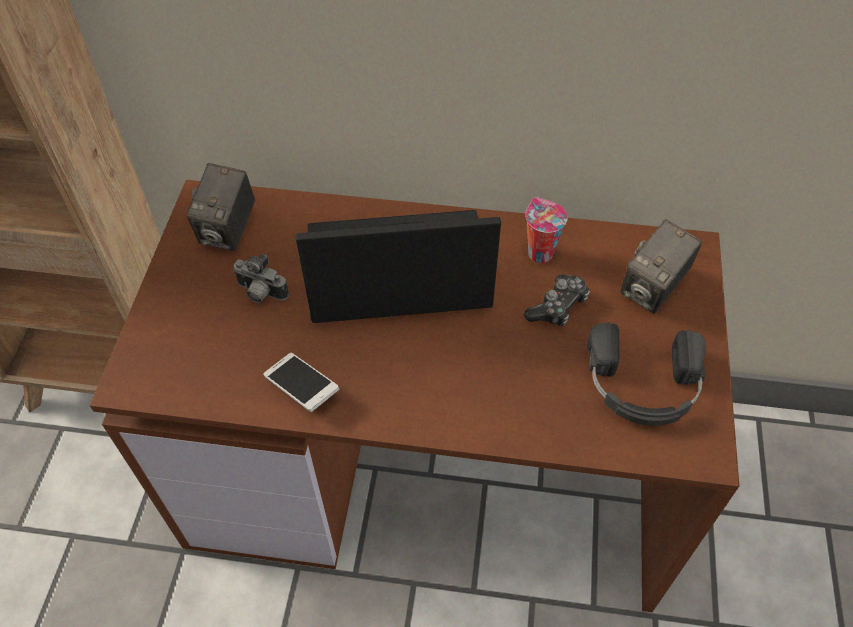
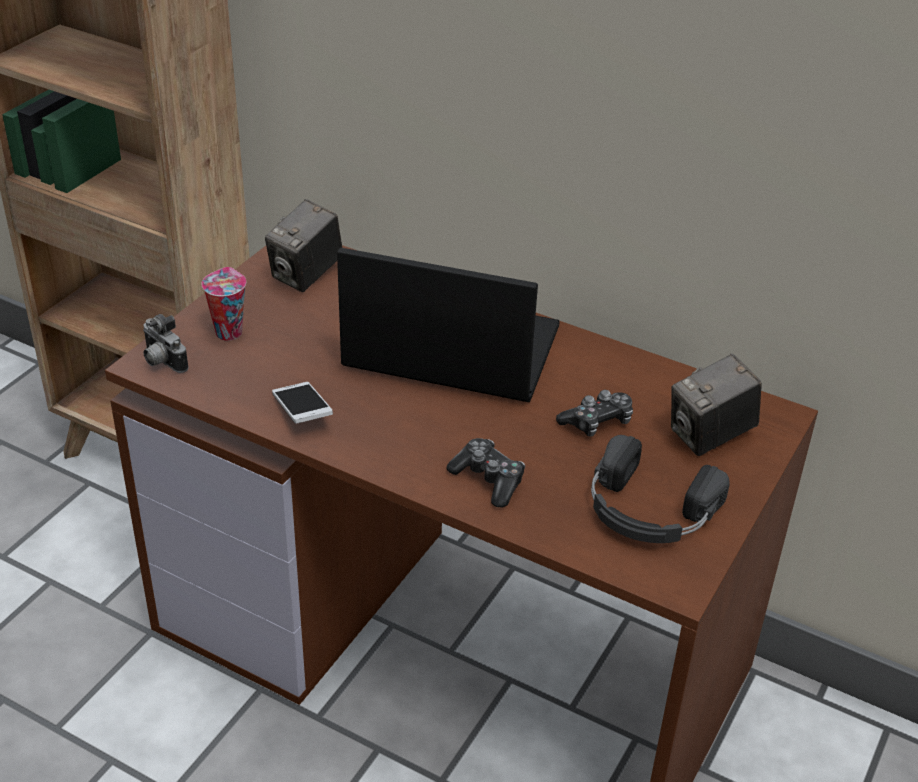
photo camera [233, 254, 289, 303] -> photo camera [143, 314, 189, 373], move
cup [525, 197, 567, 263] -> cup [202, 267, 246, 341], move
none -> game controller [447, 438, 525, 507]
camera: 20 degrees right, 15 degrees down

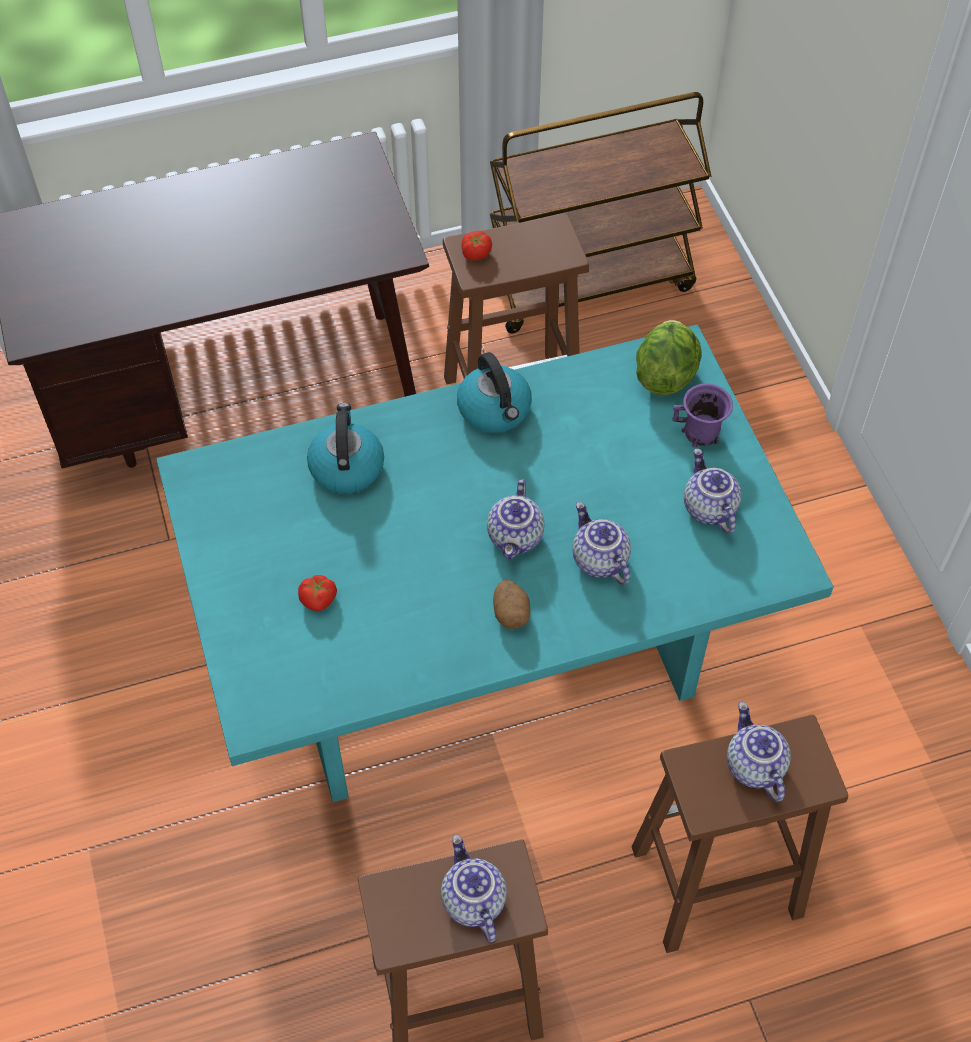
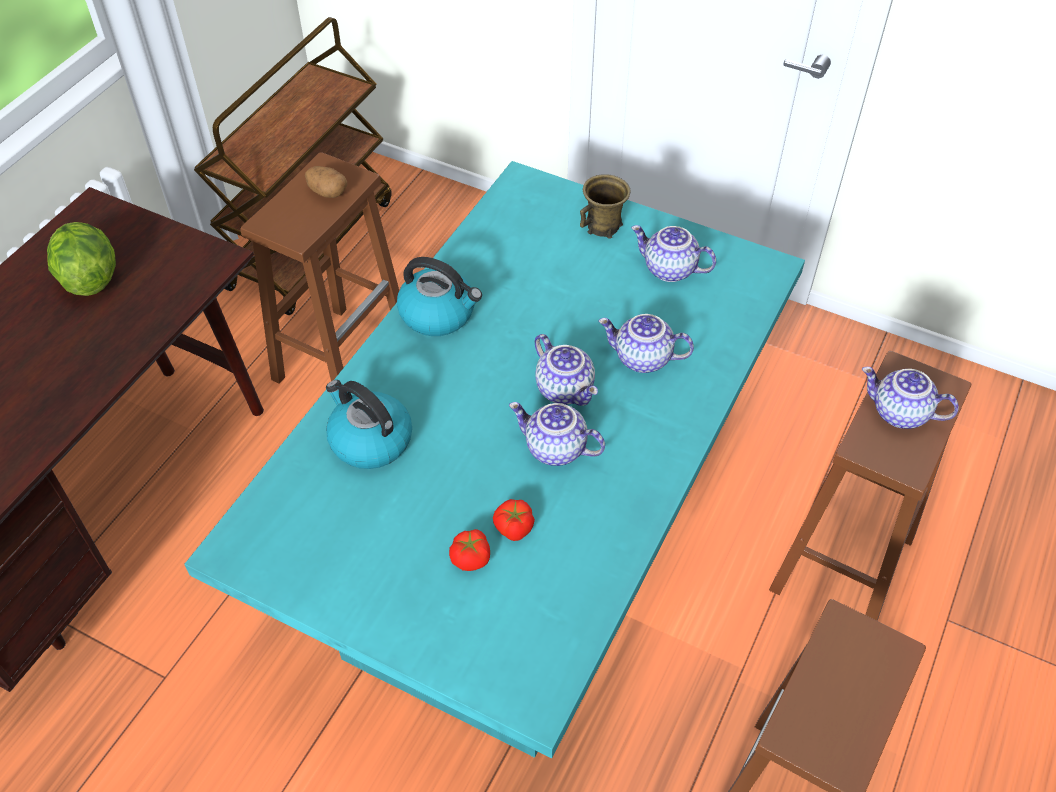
teapot [441, 834, 507, 942] -> teapot [509, 402, 605, 466], move
tomato [461, 231, 492, 260] -> tomato [493, 499, 535, 541], move
potato [493, 580, 530, 629] -> potato [305, 166, 347, 198], move
lettuce [636, 320, 702, 395] -> lettuce [47, 222, 116, 296], move
purple mug [672, 383, 733, 448] -> brown mug [580, 174, 631, 239]
camera: 45 degrees left, 5 degrees down

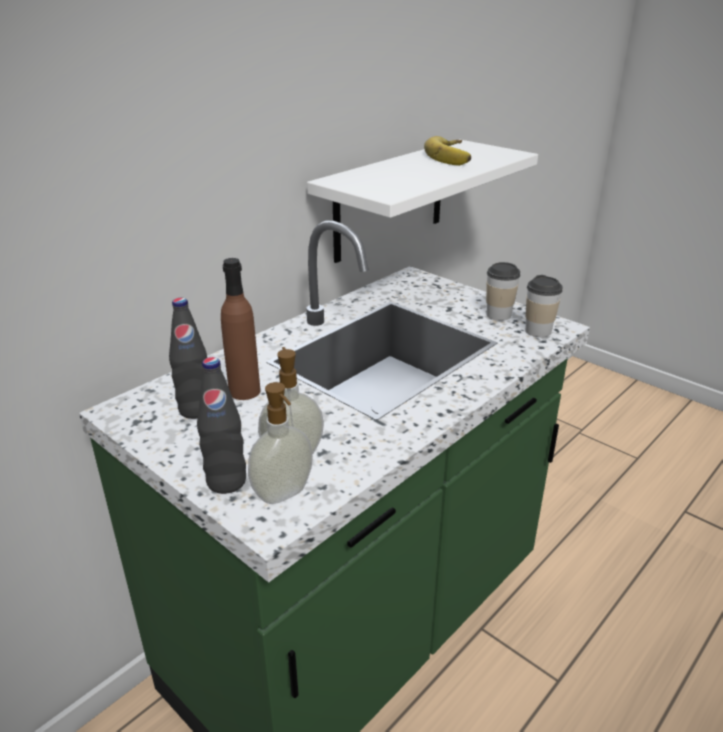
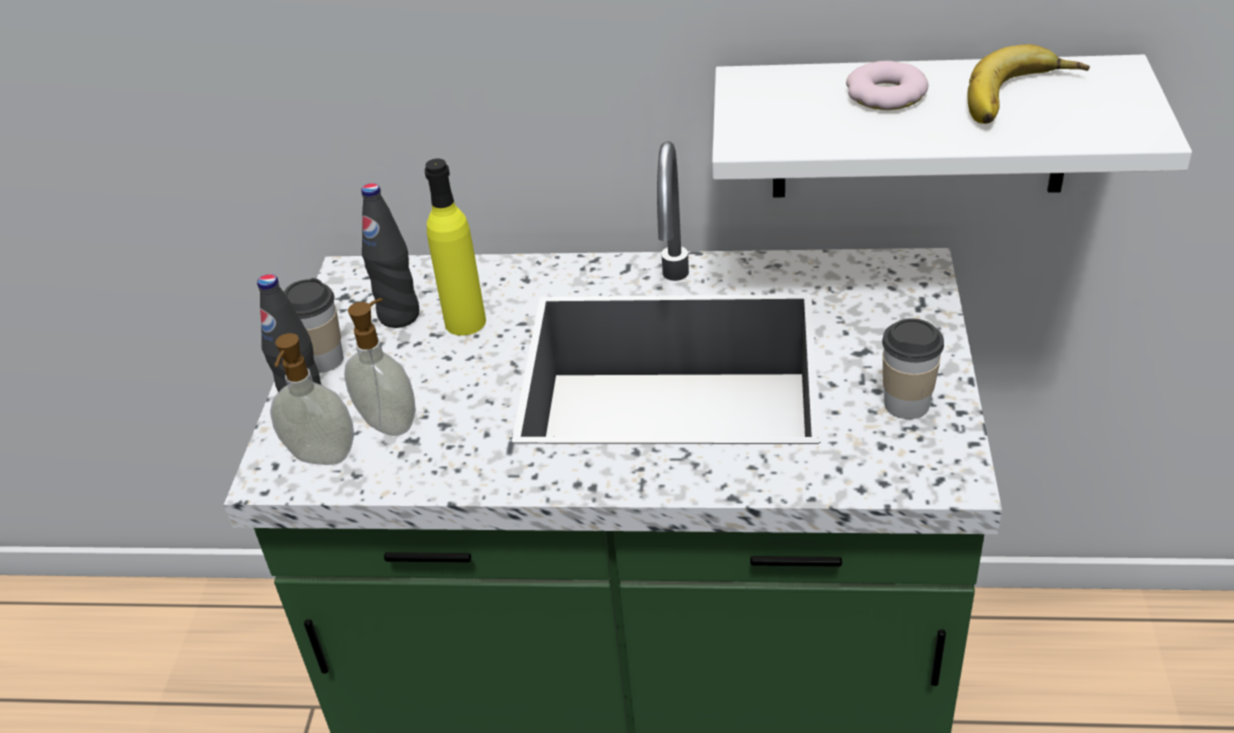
brown bottle [221, 258, 261, 400] -> yellow bottle [424, 158, 486, 336]
cup [525, 275, 563, 337] -> cup [284, 278, 344, 373], move
none -> donut [846, 61, 928, 110]
camera: 55 degrees right, 10 degrees up

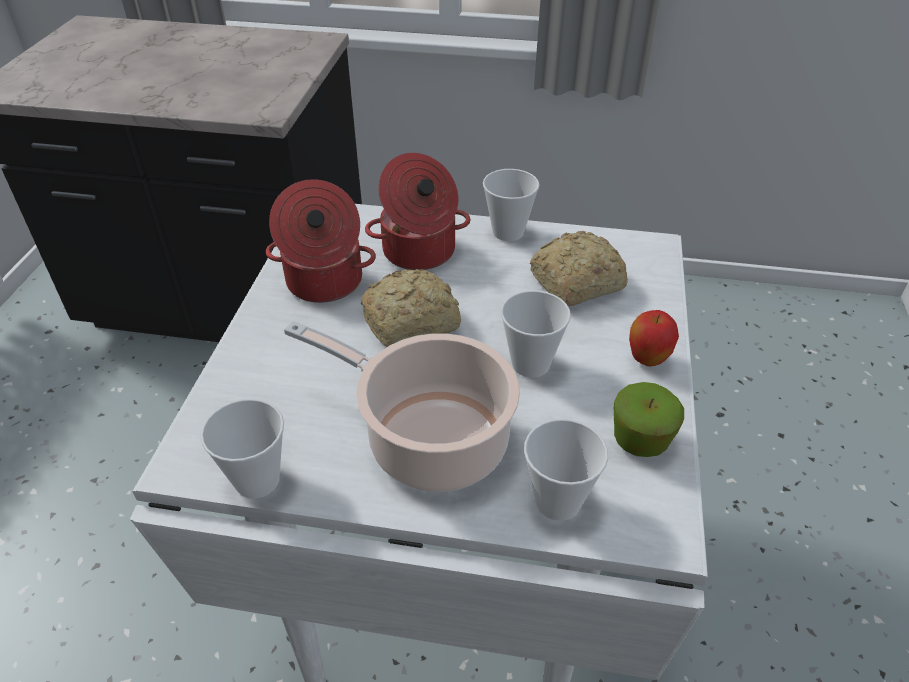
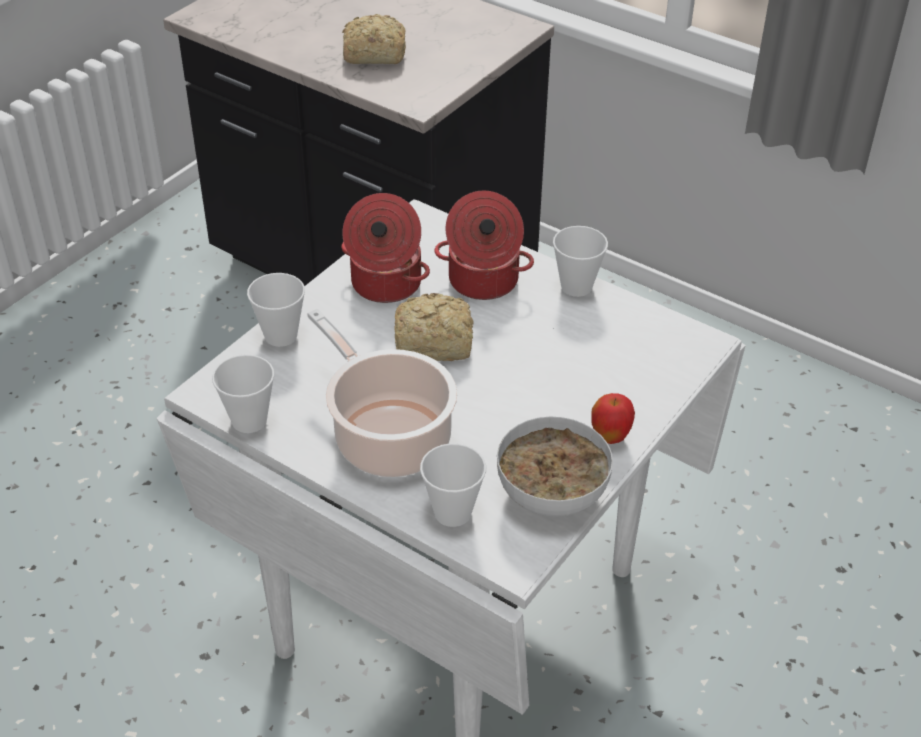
cup [501, 290, 571, 378] -> cup [247, 273, 305, 347], move
bread [530, 231, 628, 306] -> bread [342, 14, 406, 64], move
apple [613, 382, 684, 457] -> bowl [497, 417, 613, 517]
camera: 25 degrees right, 0 degrees up

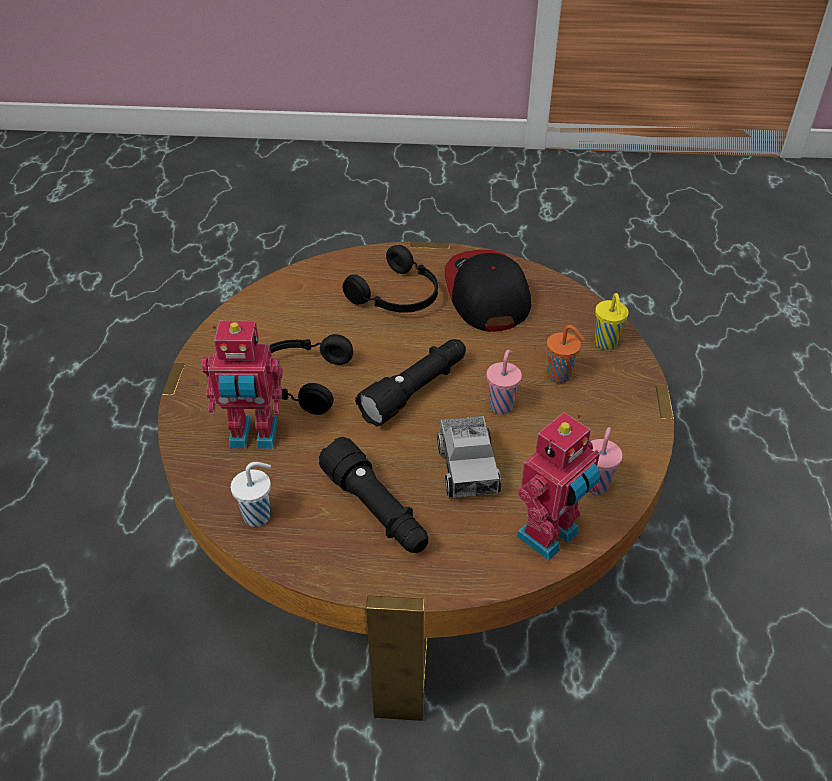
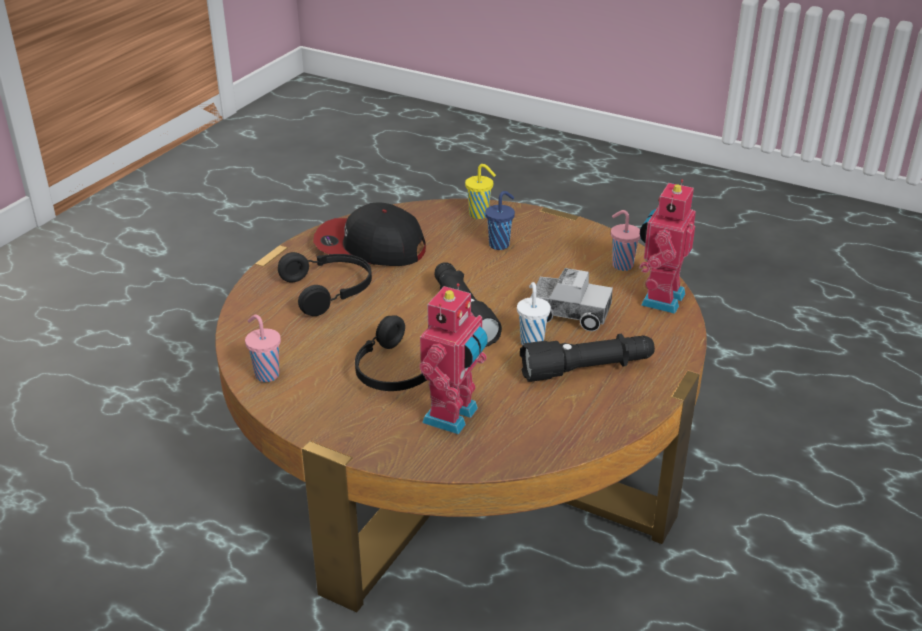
white cup [231, 462, 271, 527] -> white cup [517, 282, 551, 345], move
pink cup [486, 350, 522, 415] -> pink cup [245, 315, 281, 382], move
toy robot [515, 412, 600, 561] -> toy robot [639, 180, 696, 314], 135 degrees counterclockwise
orange cup [546, 325, 585, 383] -> blue cup [485, 191, 515, 250]
camera: 65 degrees left, 10 degrees down

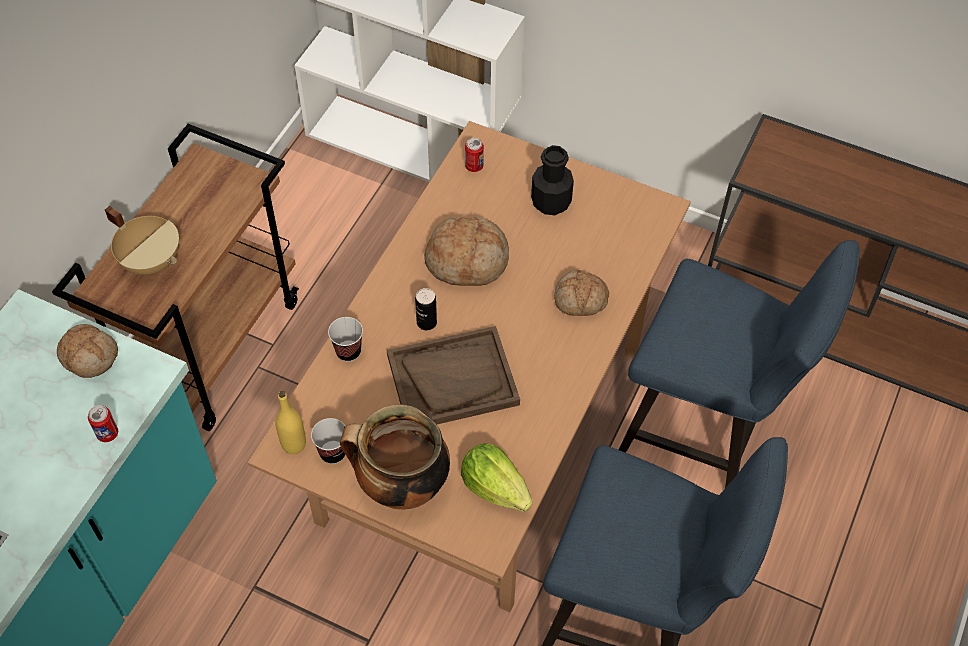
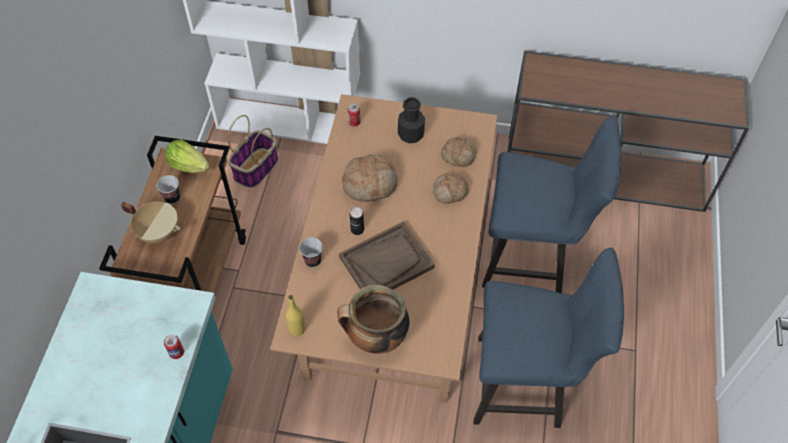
bread [57, 324, 118, 378] -> bread [441, 137, 476, 167], move
cup [311, 418, 346, 464] -> cup [157, 175, 180, 204], move
lettuce [461, 443, 533, 512] -> lettuce [165, 139, 210, 173], move
none -> basket [228, 115, 278, 188]
camera: 15 degrees left, 0 degrees up

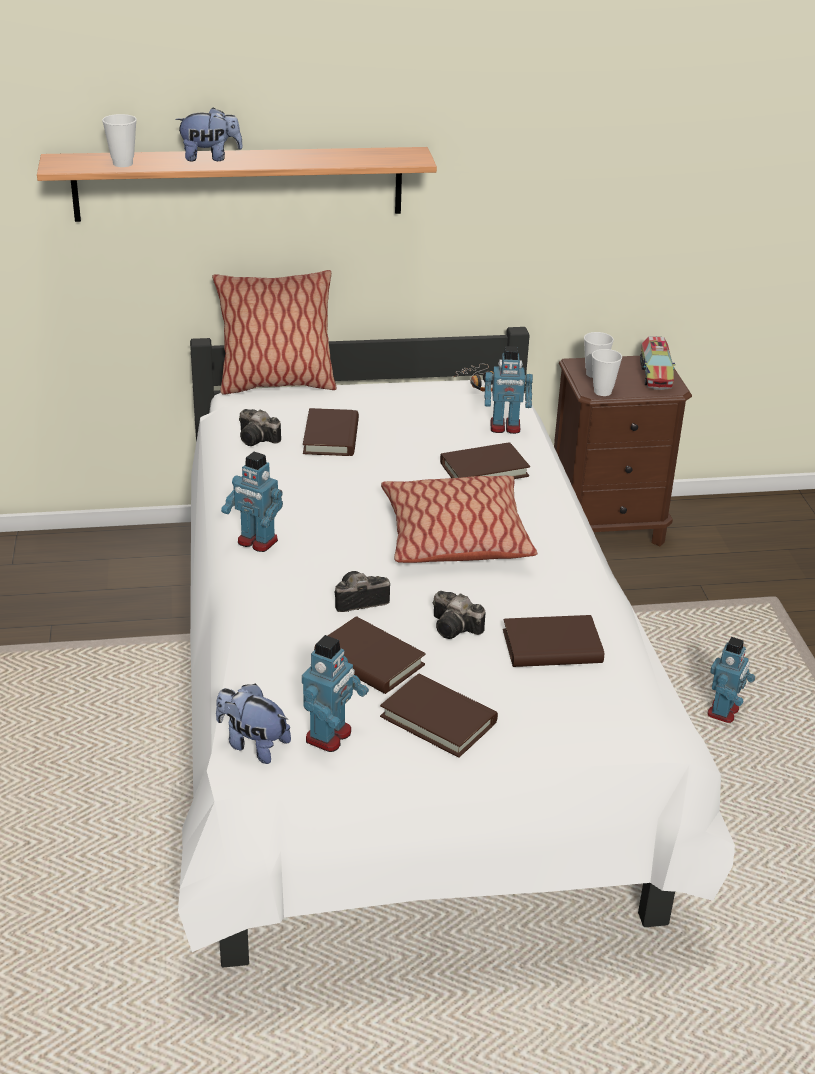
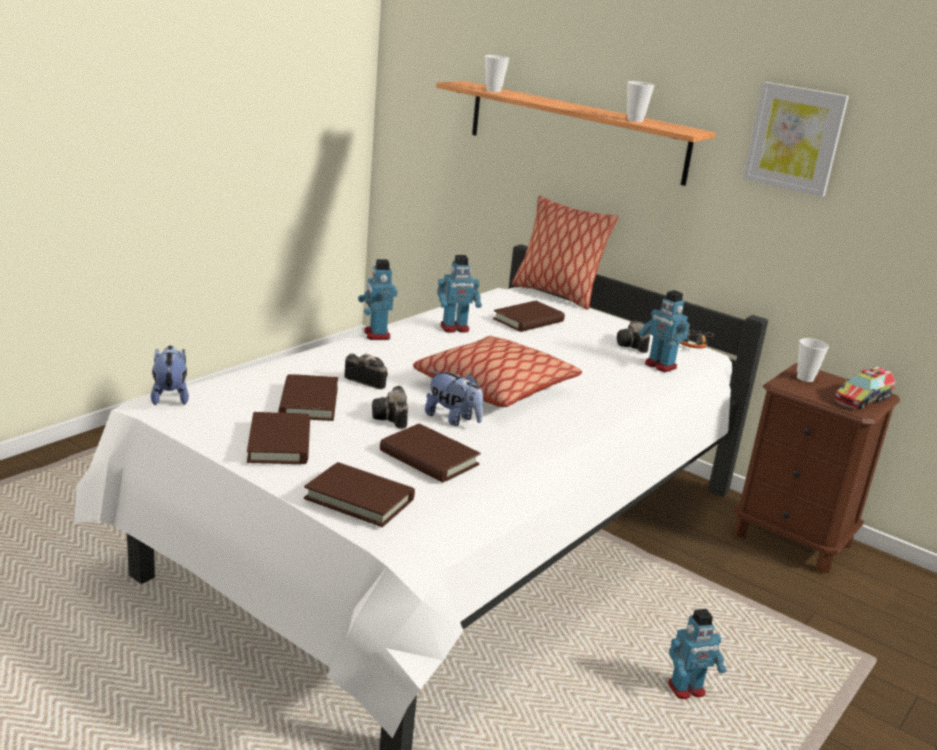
plush toy [175, 107, 243, 161] -> plush toy [425, 371, 483, 426], move
photo camera [239, 409, 281, 446] -> photo camera [617, 320, 650, 353], move
toy robot [302, 635, 369, 752] -> toy robot [437, 255, 482, 333], move
brown book [440, 442, 530, 479] -> brown book [304, 462, 415, 527], move
cup [592, 349, 622, 396] -> cup [627, 81, 655, 122], move
none -> picture [743, 82, 849, 197]
camera: 45 degrees right, 10 degrees down

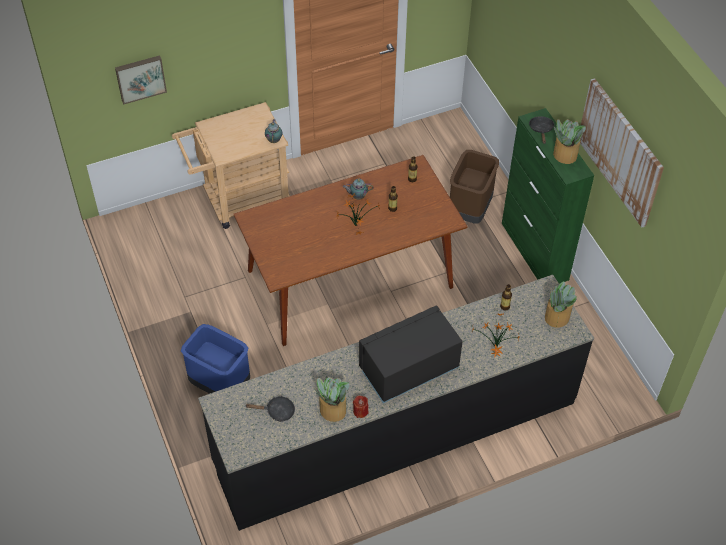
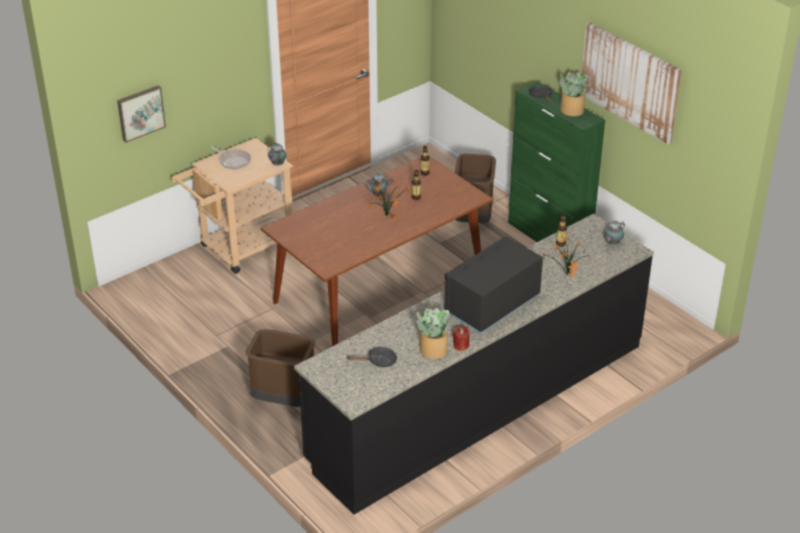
blue trash can [181, 324, 250, 394] -> brown trash can [246, 329, 315, 407]
potted plant [545, 281, 577, 328] -> teapot [603, 220, 625, 245]
none -> frying pan [210, 147, 251, 169]
camera: 15 degrees left, 15 degrees down

